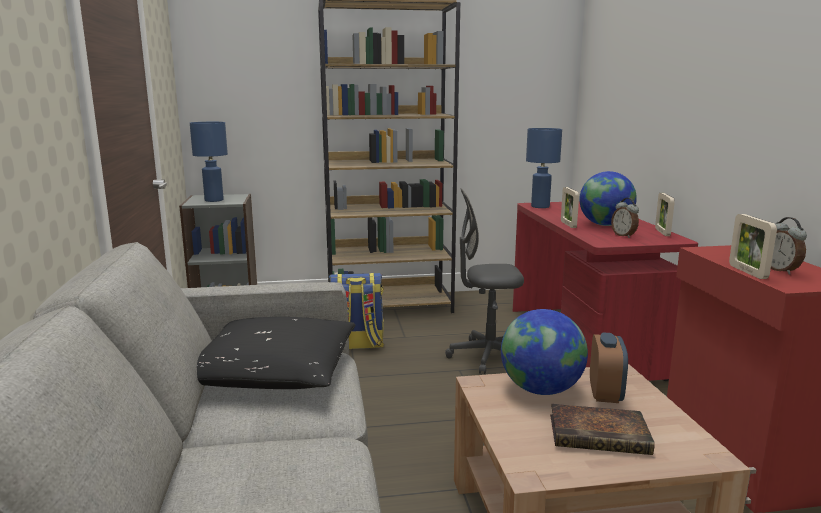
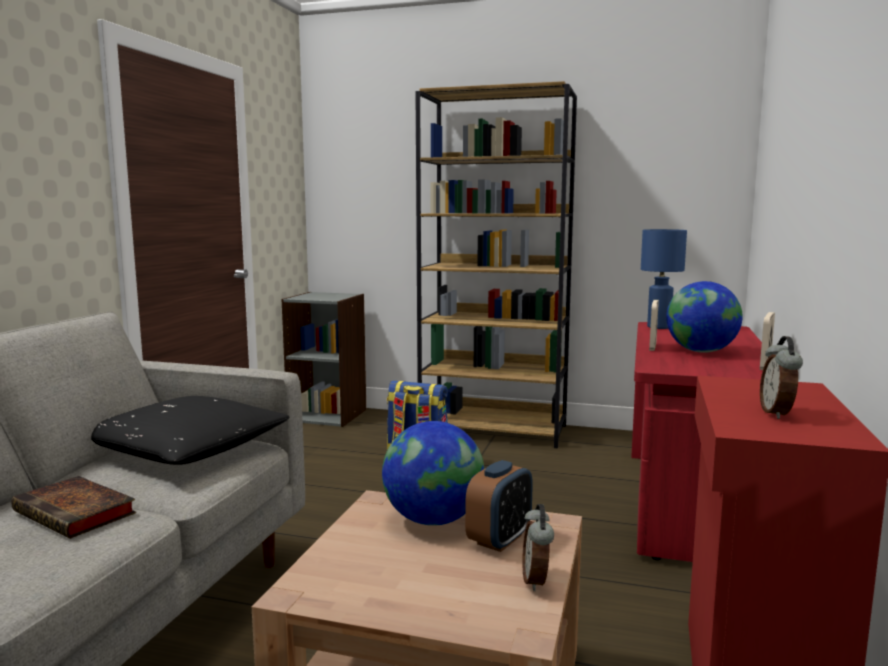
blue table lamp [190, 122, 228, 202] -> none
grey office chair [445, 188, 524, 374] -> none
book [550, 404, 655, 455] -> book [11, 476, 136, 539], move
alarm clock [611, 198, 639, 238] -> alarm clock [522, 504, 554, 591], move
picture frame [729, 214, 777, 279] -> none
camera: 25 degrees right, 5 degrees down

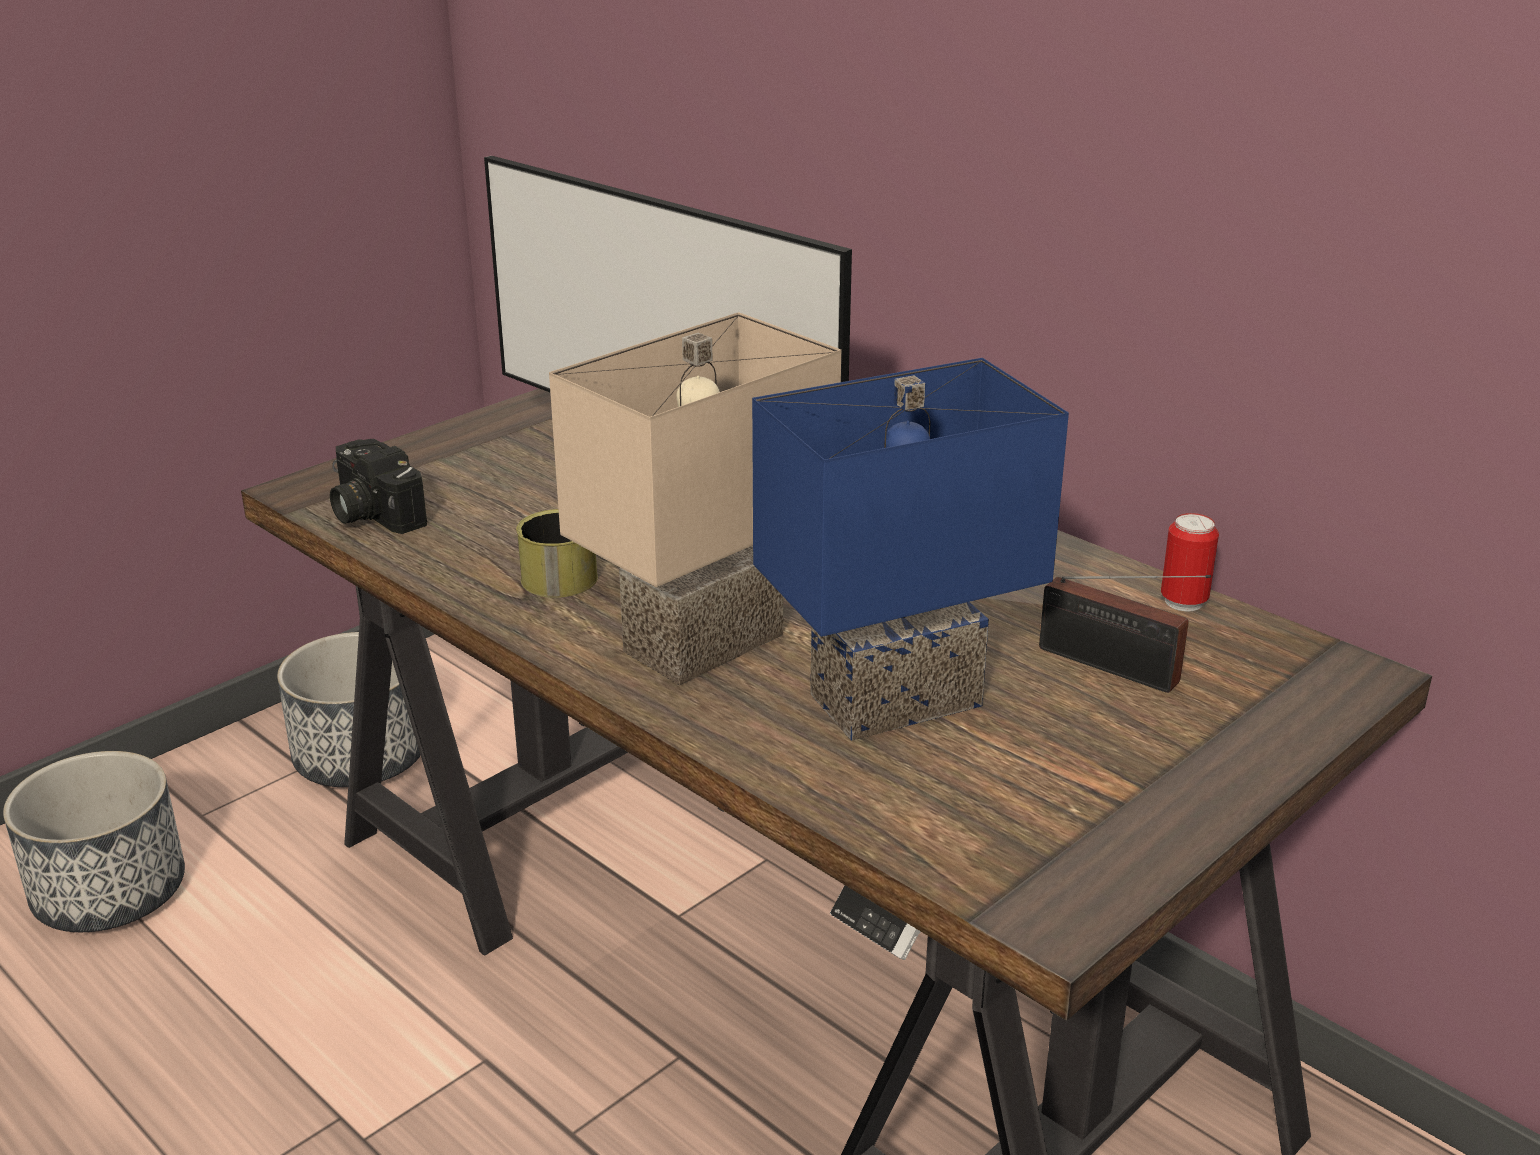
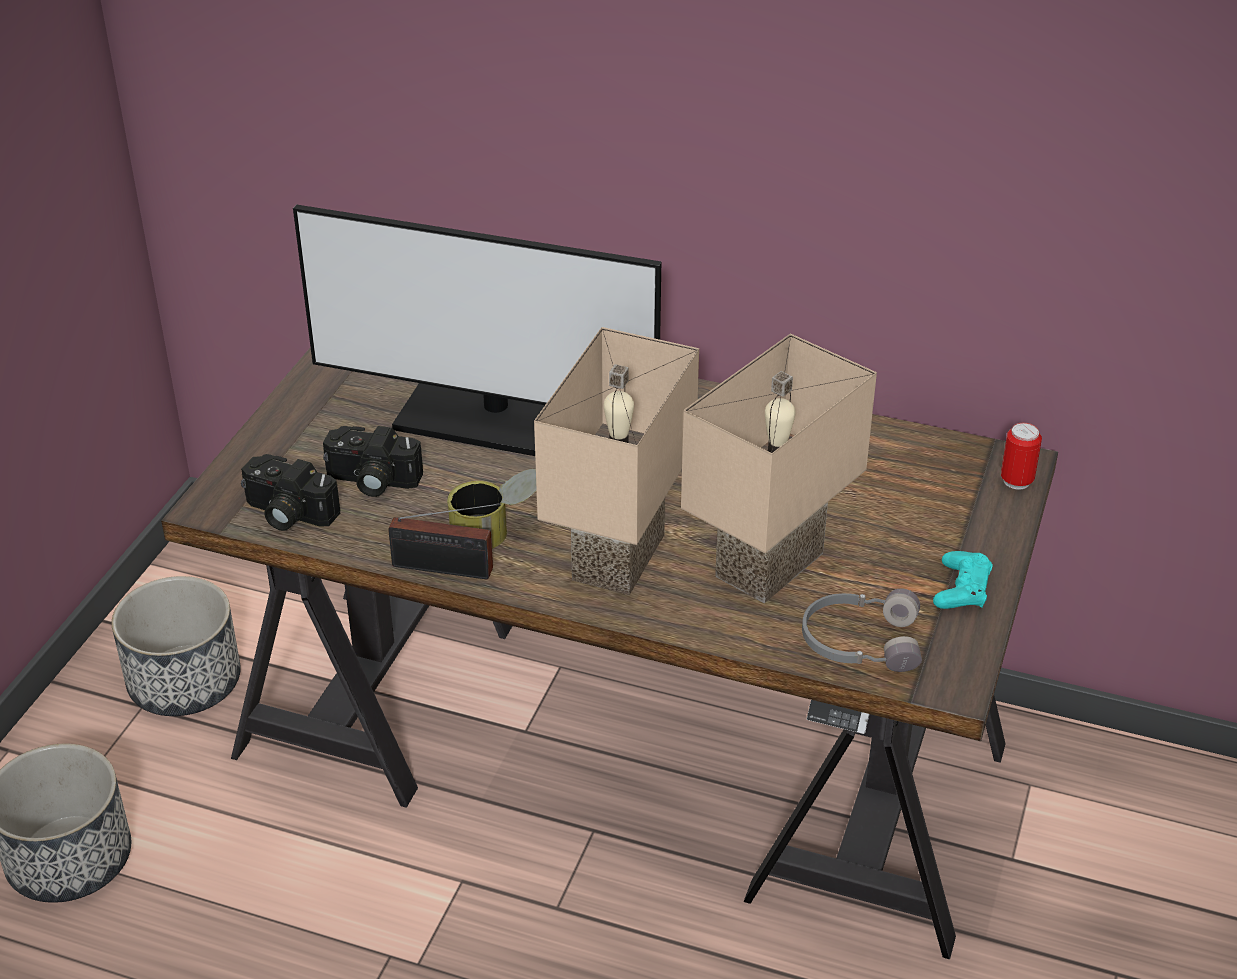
blue table lamp [752, 358, 1069, 741] -> beige table lamp [681, 334, 877, 603]
radio [1039, 575, 1211, 693] -> radio [388, 503, 500, 579], move
can [1161, 513, 1219, 611] -> can [1001, 422, 1042, 490], move
none -> photo camera [323, 426, 423, 497]
none -> grey headphones [802, 589, 922, 672]
none -> turquoise game controller [933, 551, 992, 609]
camera: 25 degrees left, 10 degrees up

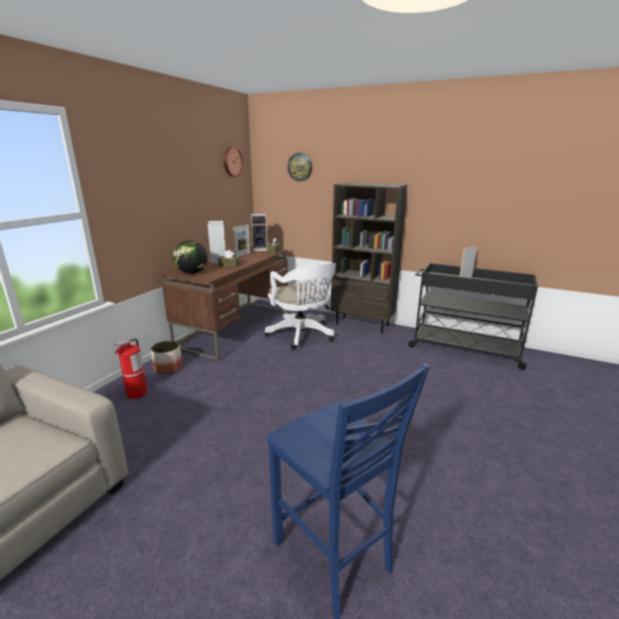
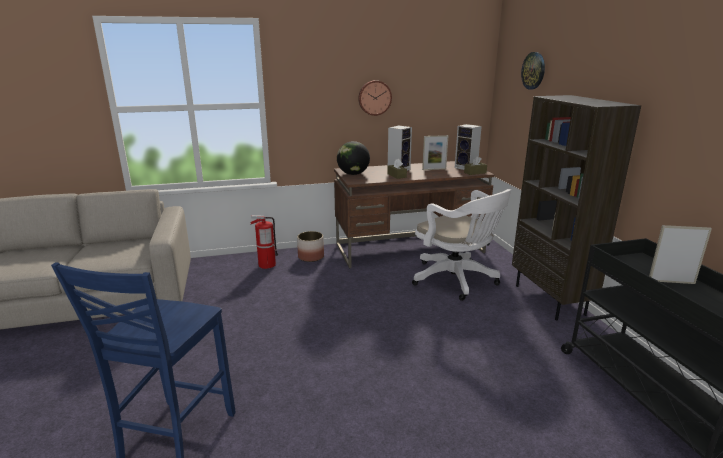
wall clock [224, 147, 244, 177] -> wall clock [358, 80, 392, 116], move
white office chair [265, 263, 336, 350] -> white office chair [412, 189, 511, 301], 60 degrees counterclockwise
camera: 50 degrees right, 0 degrees up

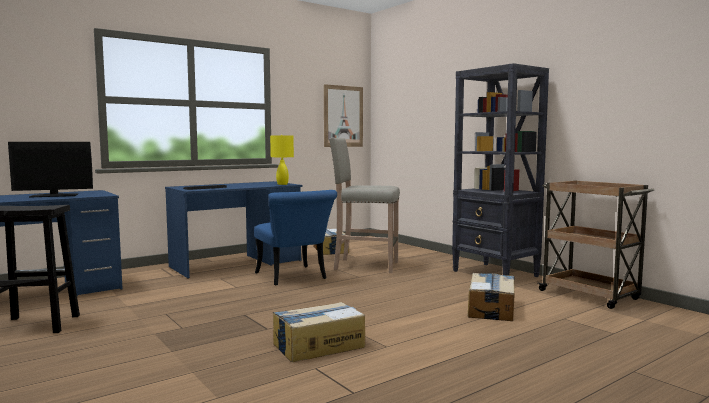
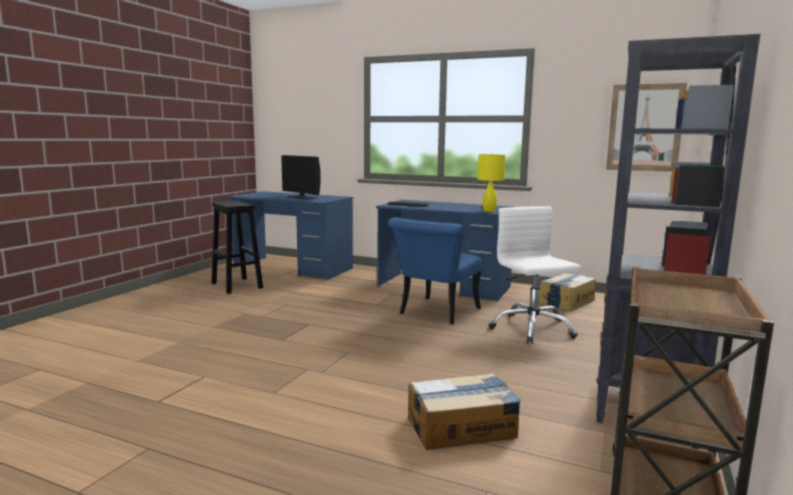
cardboard box [273, 302, 365, 362] -> none
beige stool [329, 138, 400, 273] -> white office chair [489, 206, 582, 344]
camera: 60 degrees right, 5 degrees up

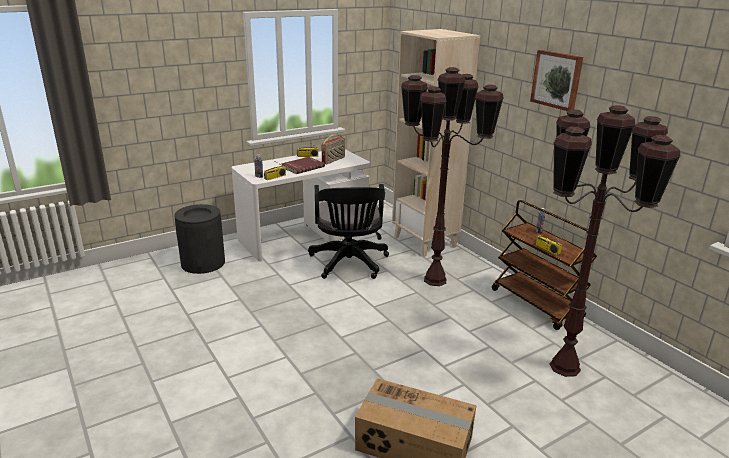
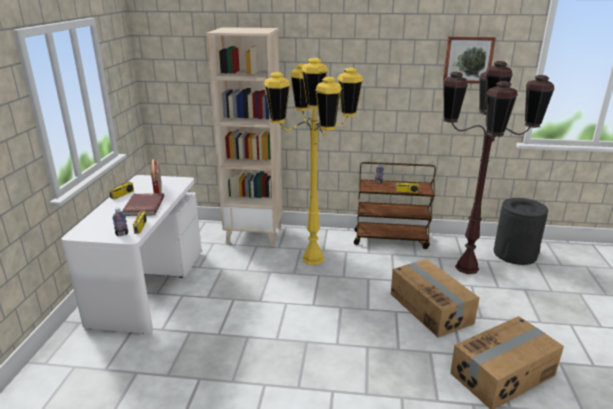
black trash can [174, 204, 225, 274] -> black trash can [494, 198, 548, 265], move
black office chair [308, 184, 389, 279] -> none
brown floor lamp [401, 67, 504, 286] -> yellow floor lamp [264, 58, 363, 265]
picture [530, 50, 583, 111] -> picture [443, 36, 496, 84], move
none -> cardboard box [391, 259, 480, 337]
camera: 50 degrees left, 0 degrees up

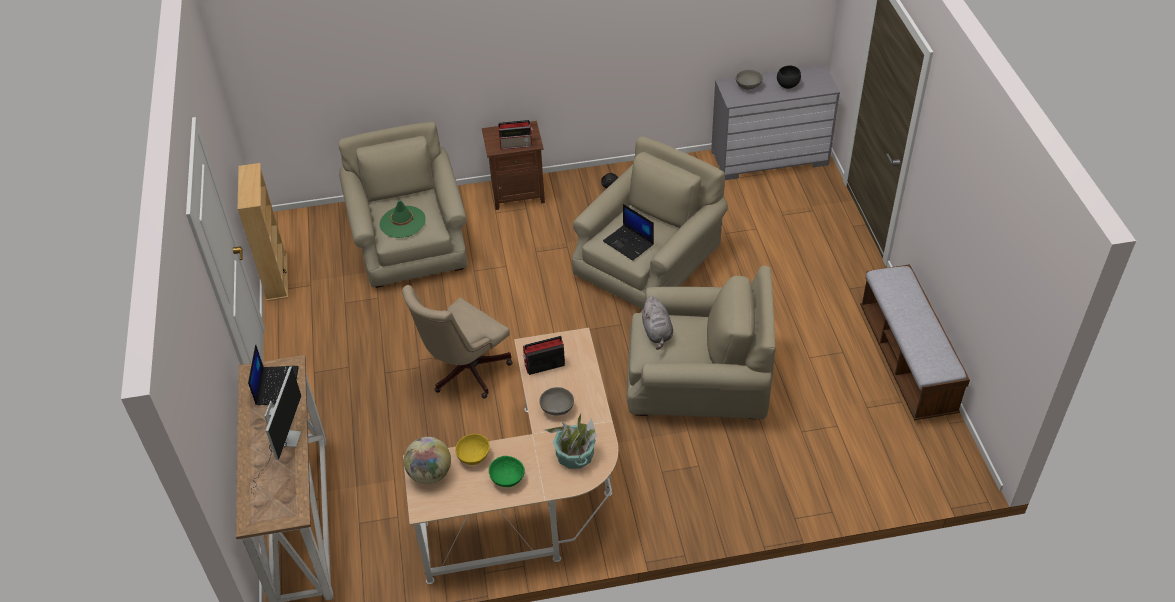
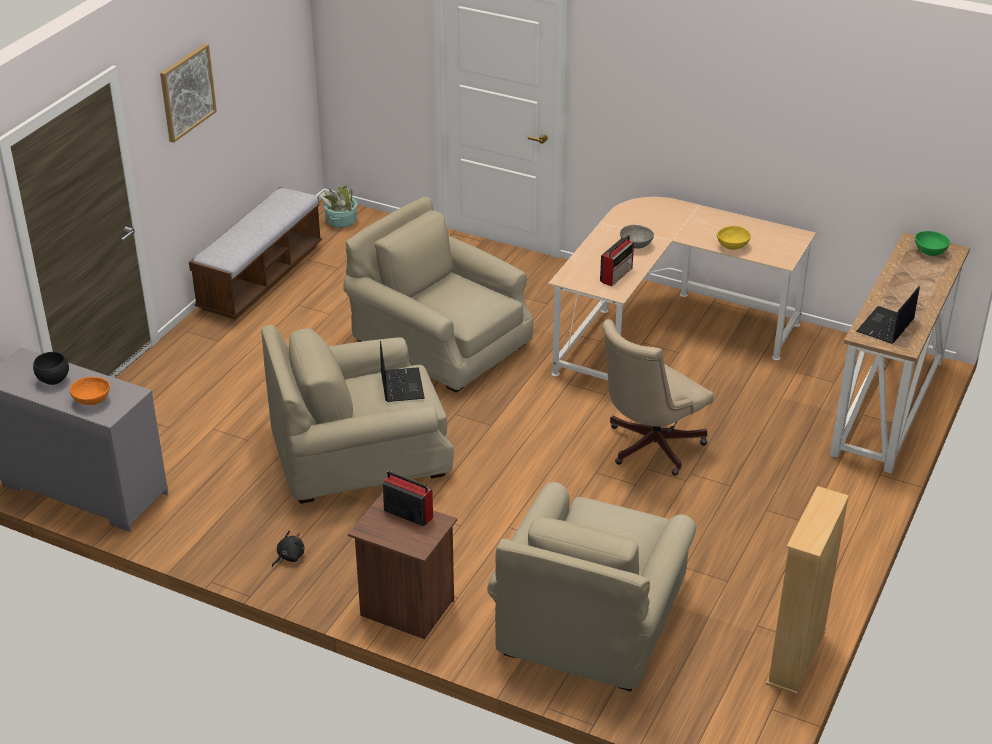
monitor [251, 366, 301, 494] -> none
green hat [380, 200, 426, 238] -> none
beige office chair [402, 285, 513, 399] -> beige office chair [602, 319, 713, 476], 150 degrees clockwise
globe [404, 437, 451, 484] -> none
green bowl [489, 456, 525, 487] -> green bowl [915, 231, 950, 256], move
radio [523, 336, 565, 375] -> radio [600, 235, 634, 286], 75 degrees counterclockwise
potted plant [545, 414, 597, 469] -> potted plant [319, 184, 358, 228], move
grey plush toy [641, 296, 673, 350] -> none
grey bowl [736, 70, 763, 90] -> orange bowl [70, 377, 110, 405]
none -> picture [160, 44, 217, 143]
camera: 145 degrees left, 10 degrees down

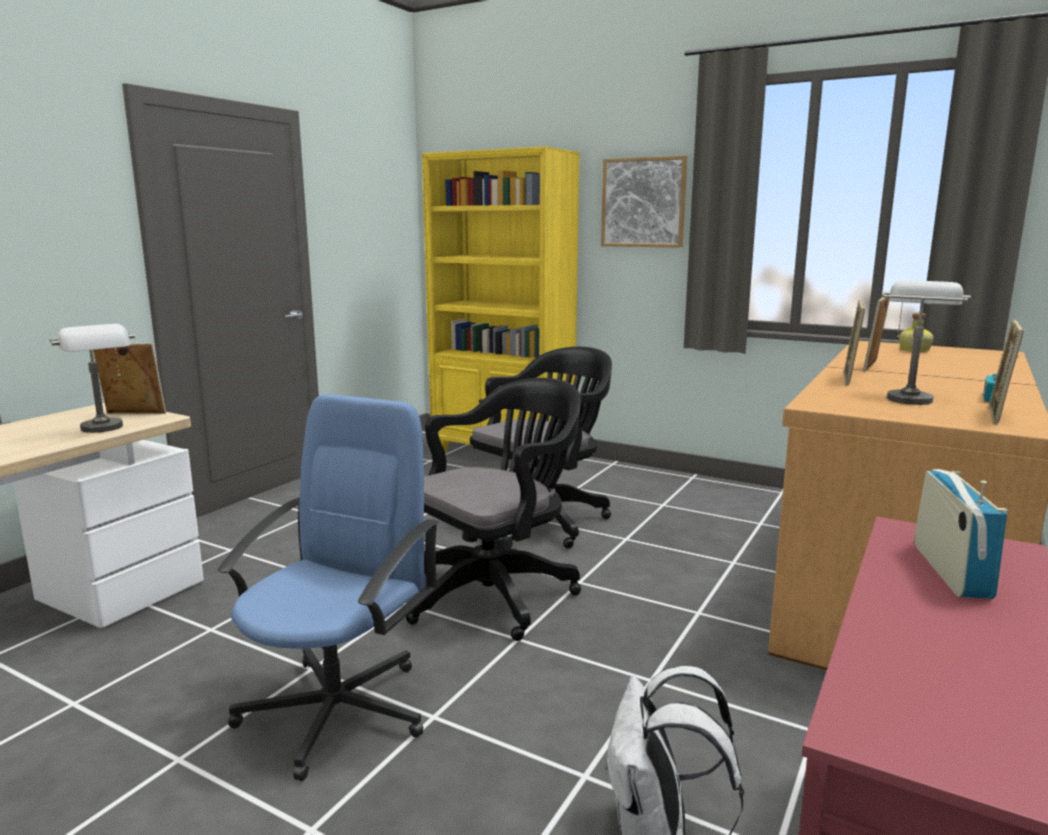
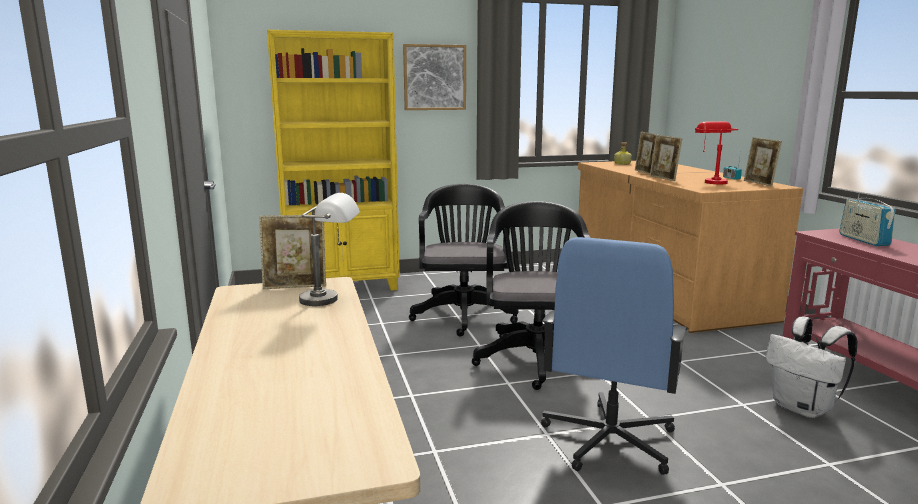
picture frame [93, 343, 166, 414] -> picture frame [259, 215, 326, 289], 150 degrees counterclockwise
blue office chair [218, 394, 439, 781] -> blue office chair [541, 237, 687, 475], 135 degrees counterclockwise
grey table lamp [882, 280, 971, 405] -> red table lamp [695, 121, 738, 184]
radio [914, 469, 1008, 599] -> radio [839, 192, 895, 246], 150 degrees counterclockwise
camera: 45 degrees left, 0 degrees up

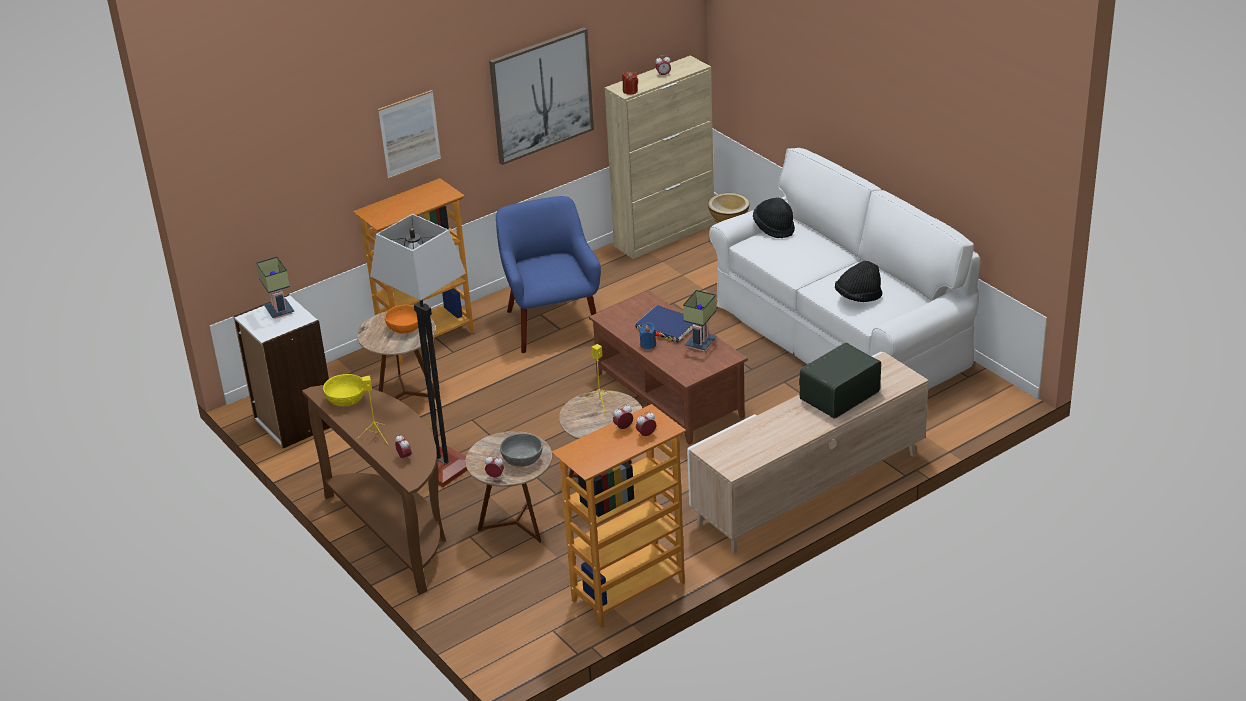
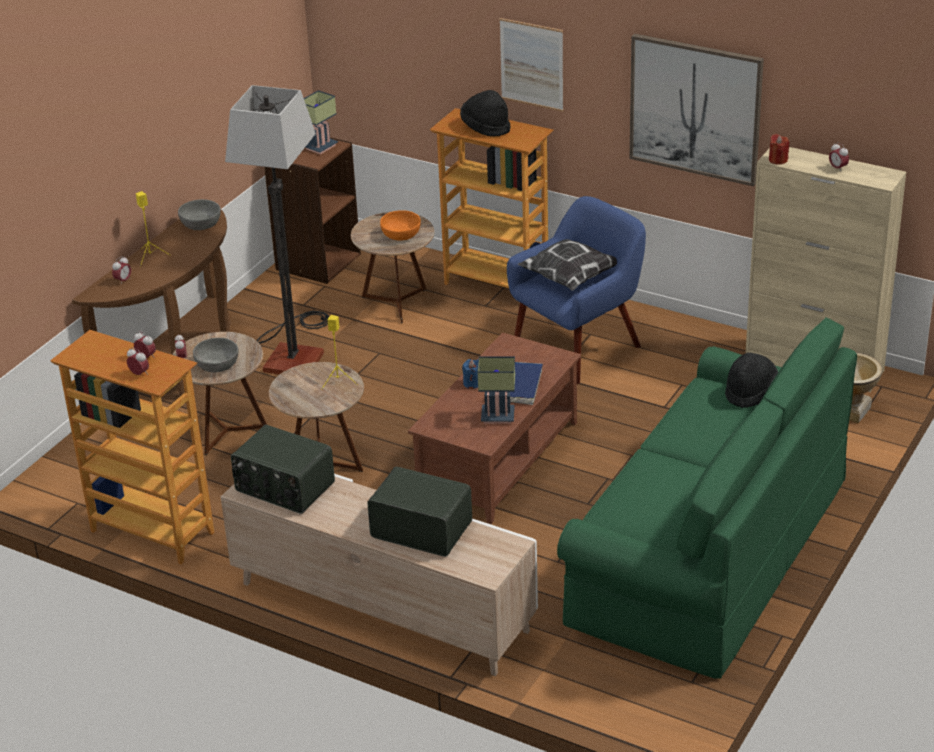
white bookcase [233, 294, 331, 448] -> brown bookcase [264, 137, 361, 284]
yellow bowl [323, 374, 365, 406] -> grey bowl [178, 199, 221, 230]
white sofa [709, 148, 980, 389] -> green sofa [557, 317, 857, 679]
black hat [835, 261, 882, 302] -> black hat [460, 90, 511, 137], move
none -> radio [231, 425, 335, 514]
none -> pillow [518, 239, 617, 291]
camera: 65 degrees right, 0 degrees up

